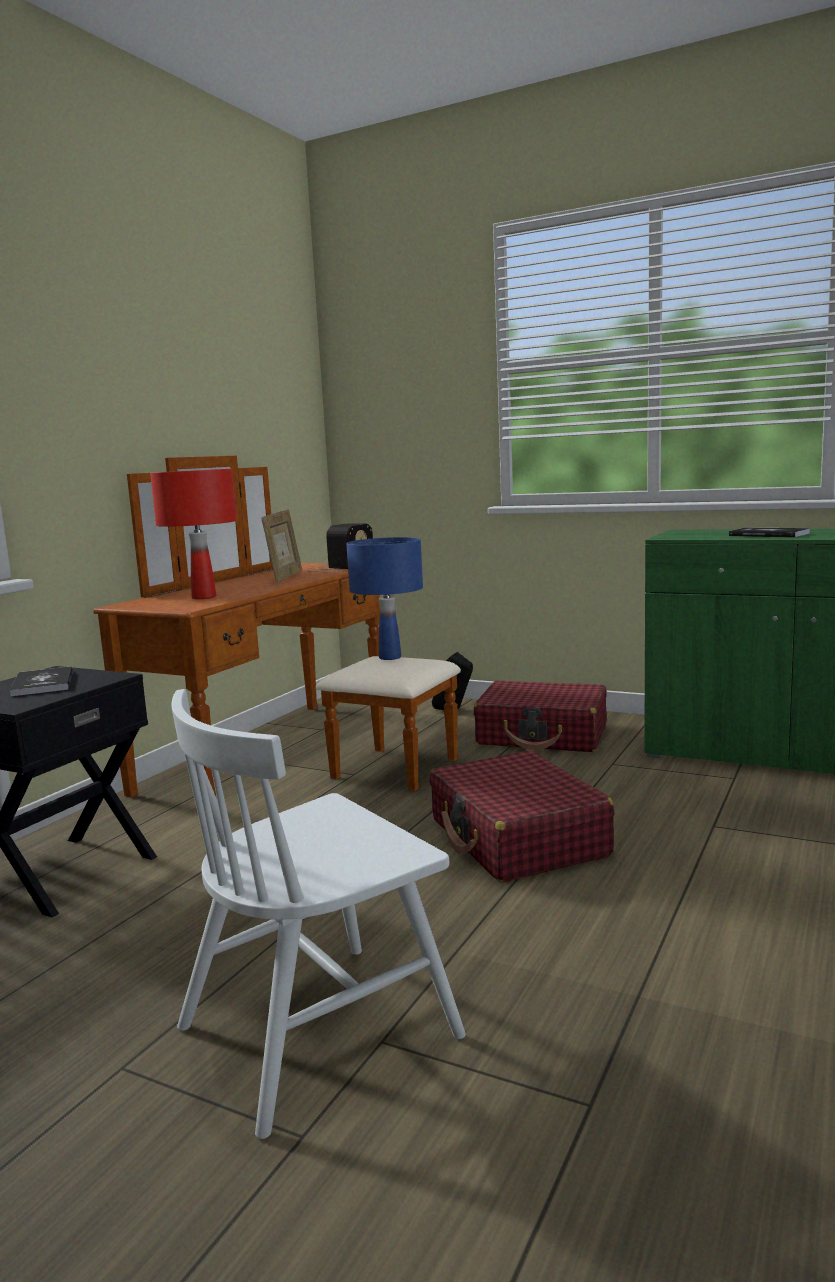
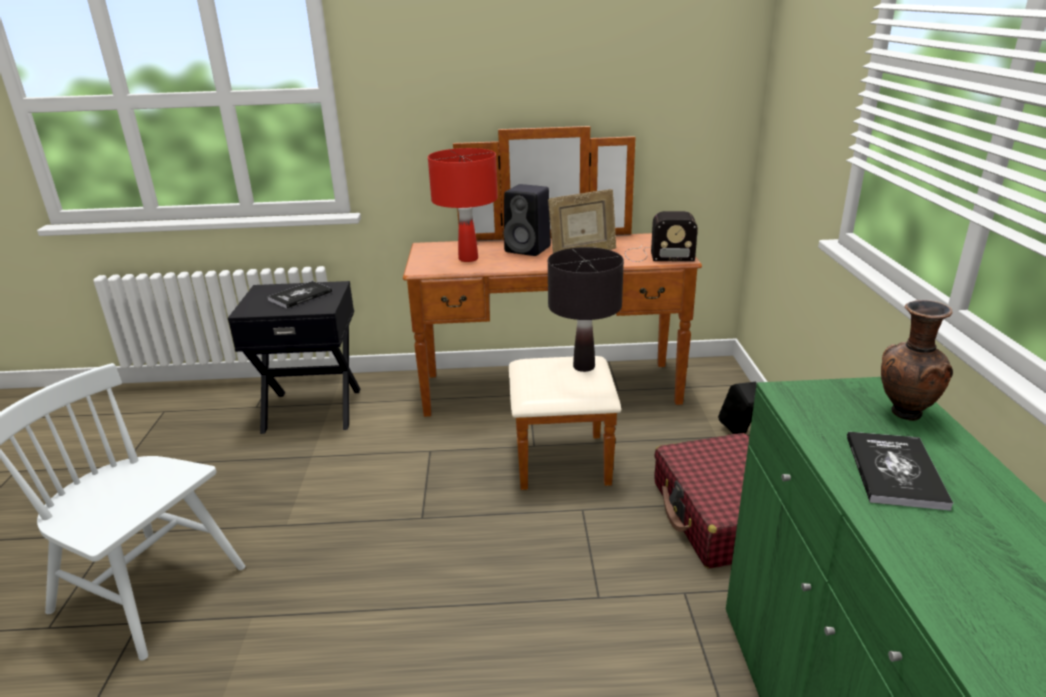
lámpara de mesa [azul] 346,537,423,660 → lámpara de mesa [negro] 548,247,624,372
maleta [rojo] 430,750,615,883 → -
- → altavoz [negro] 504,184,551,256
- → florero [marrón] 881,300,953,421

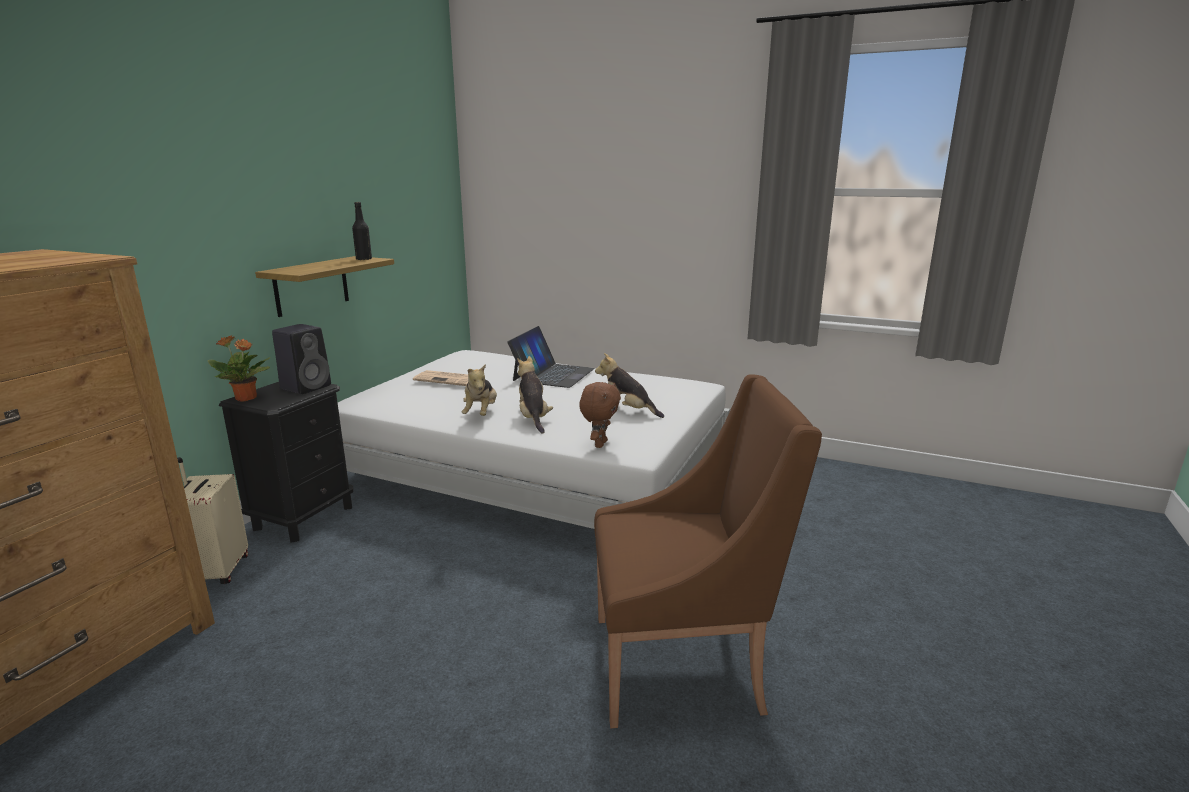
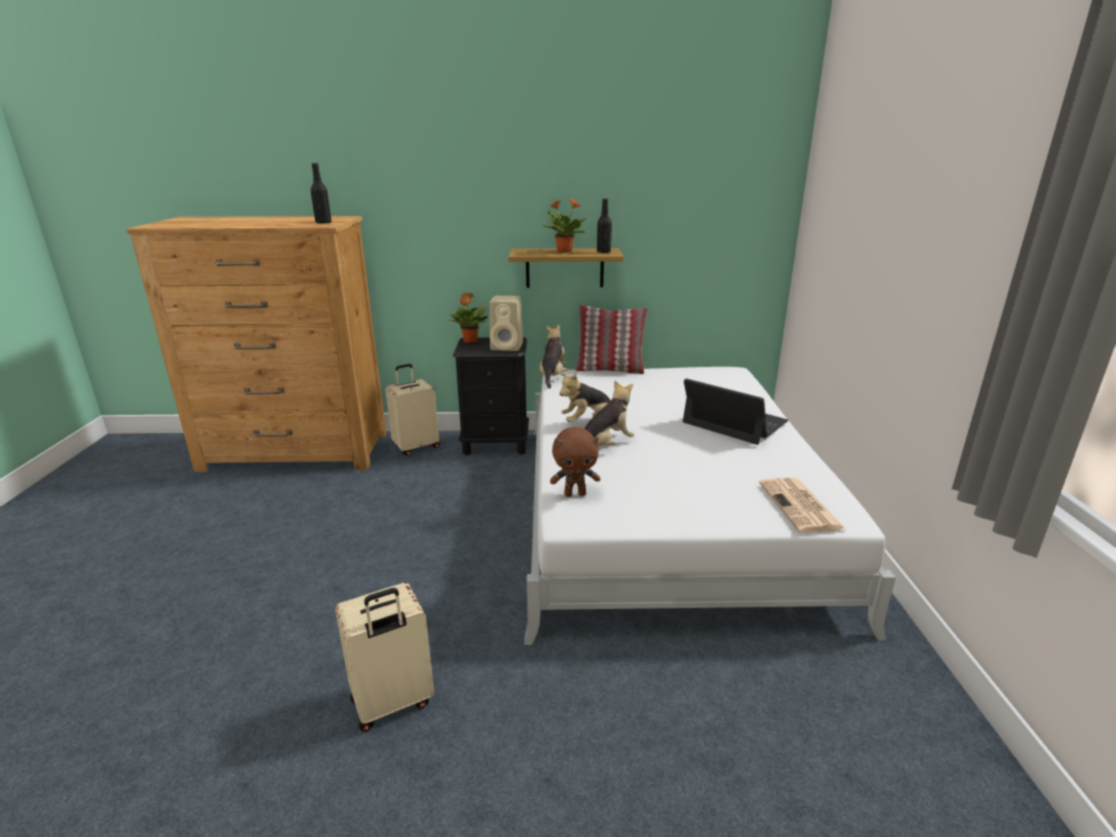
altavoz [negro] 272,324,331,394 → altavoz [beis] 489,296,523,351
periódico 413,370,468,386 → periódico 759,478,846,533, moved
portátil 508,326,595,388 → portátil 683,379,789,445, 135 degrees counterclockwise
sillón [marrón] 594,374,822,728 → maleta [beis] 335,582,434,732
peluche 595,353,664,418 → peluche 539,325,568,389, moved
- → botella [negro] 311,163,332,224
- → planta en maceta 542,199,587,253
- → cojín 575,305,647,374

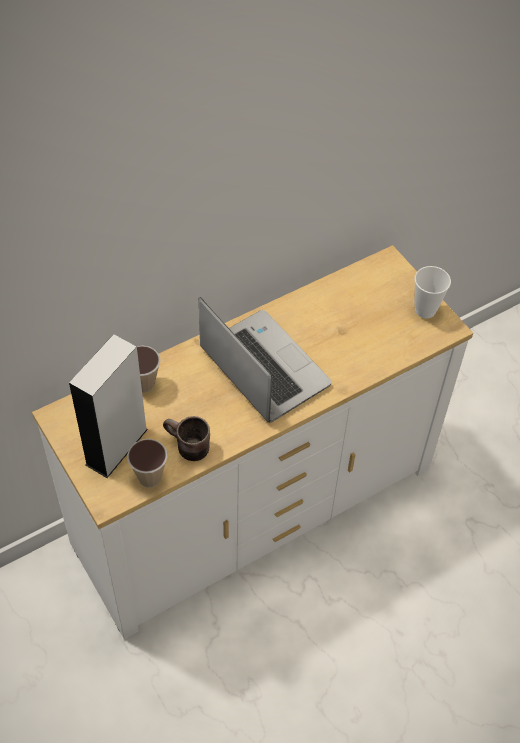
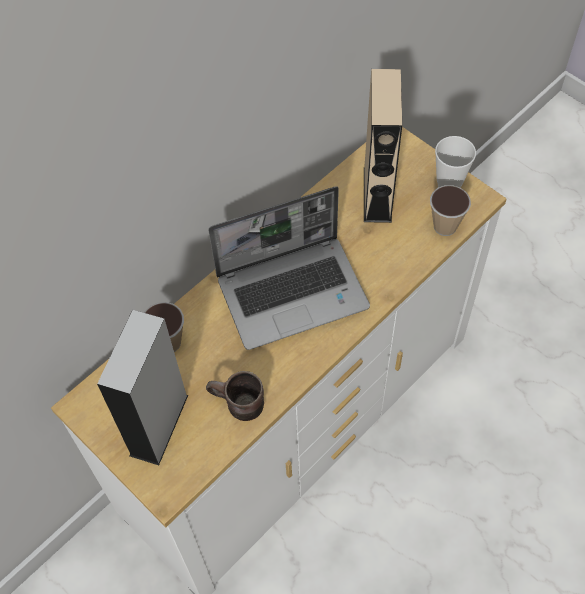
taza 127,439,167,487 → taza 430,185,471,236, moved
portátil 199,297,332,423 → portátil 208,186,370,350, 120 degrees clockwise
- → altavoz [beis] 364,69,402,223

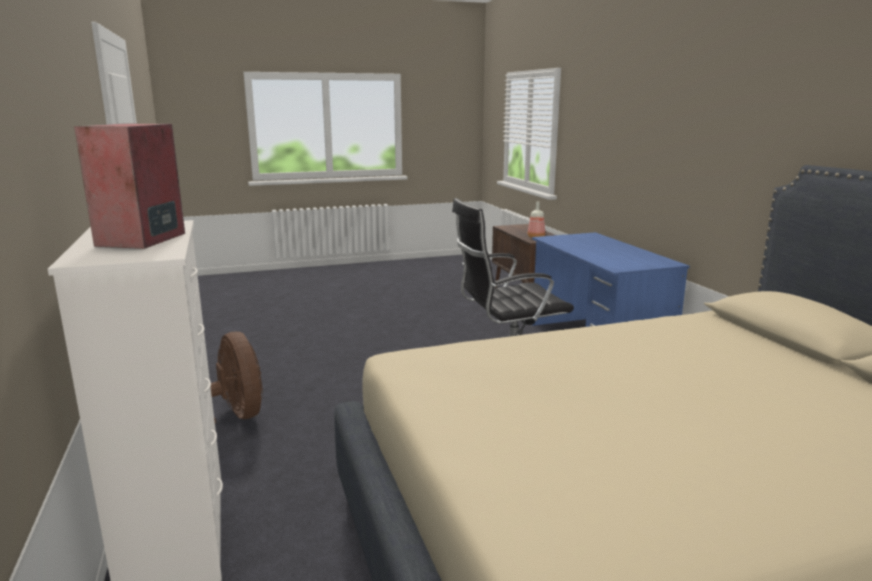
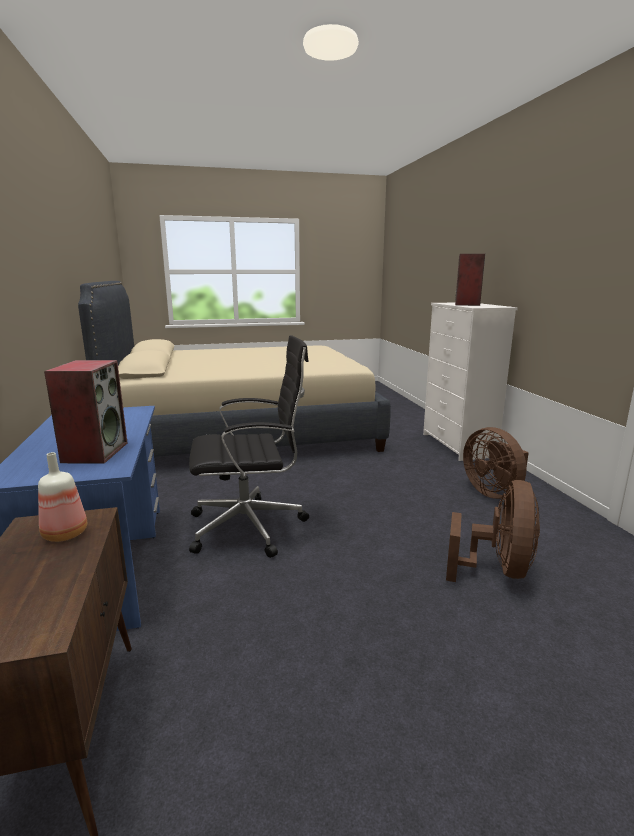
- → altavoz 44,360,128,464
- → ventilador [marrón] 446,480,540,582

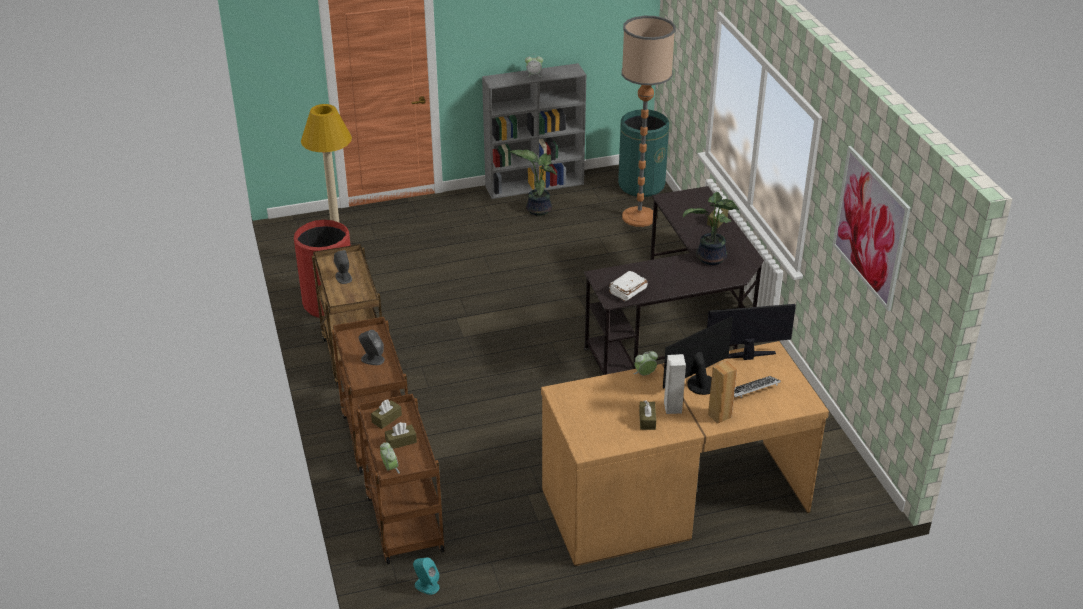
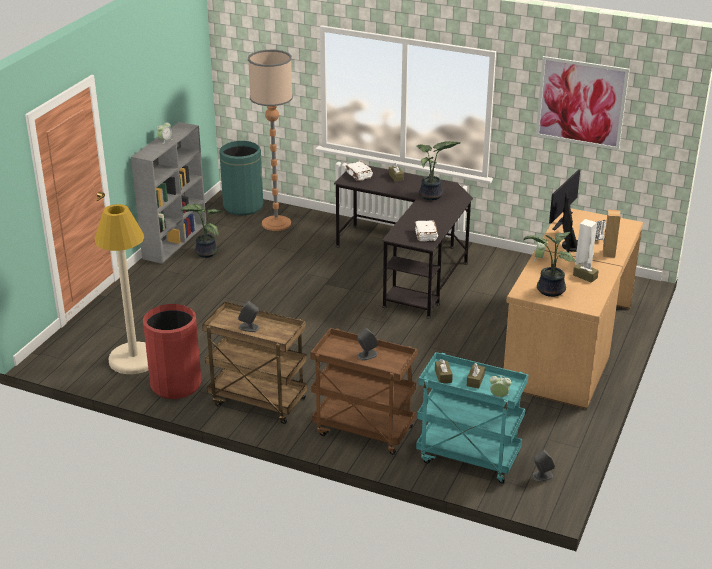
carrito [marrón] 357,394,445,564 → carrito [turquesa] 416,352,529,484
altavoz [turquesa] 413,557,440,595 → altavoz [gris] 532,449,555,482
- → libro [blanco] 346,161,373,181
- → planta en maceta 523,232,576,297

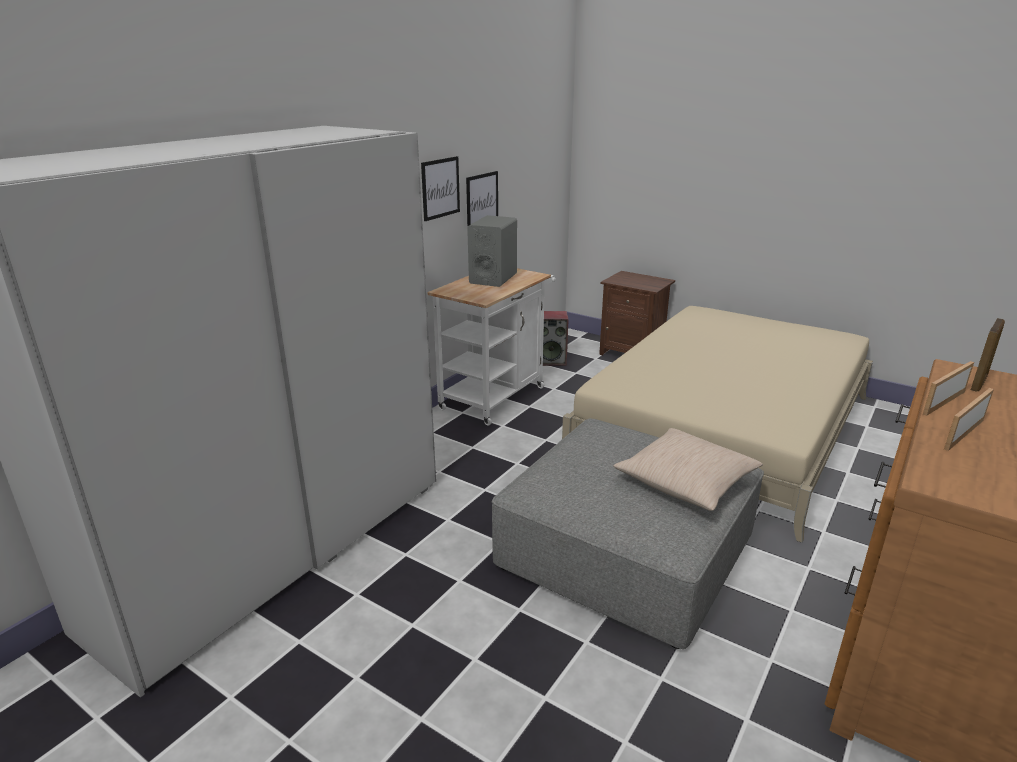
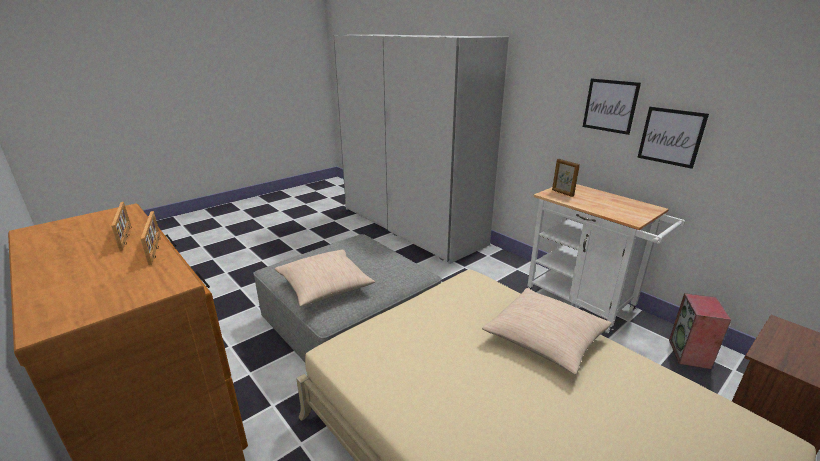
altavoz [gris] 467,215,517,287 → -
portarretratos 971,318,1005,392 → portarretratos 552,159,580,197, moved
- → cojín [beis] 482,288,612,375

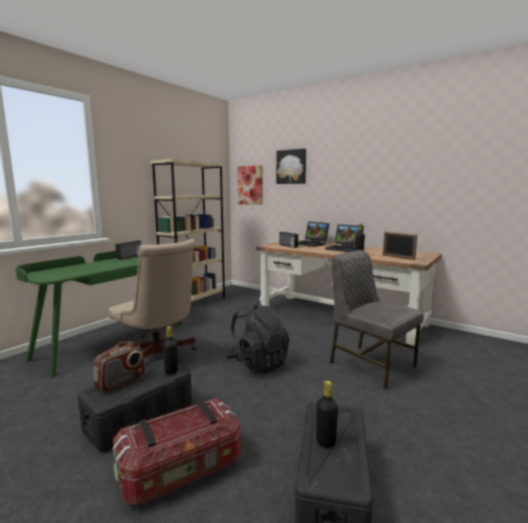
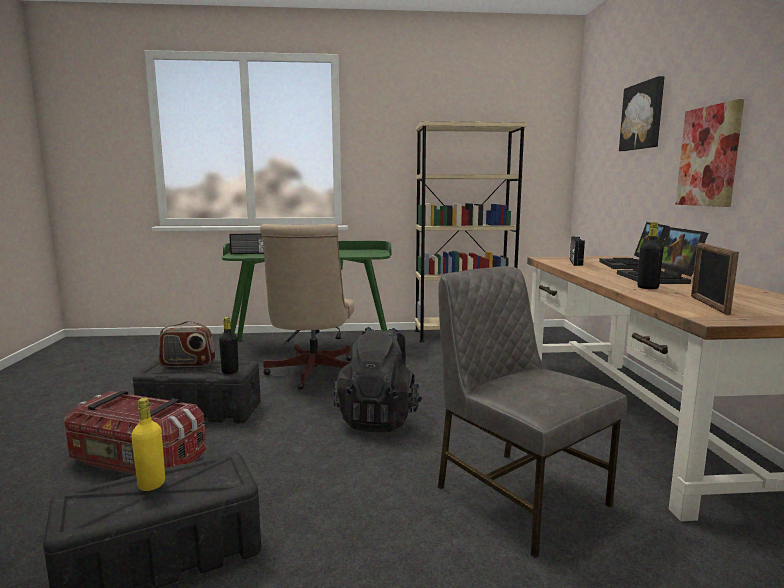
radio 115,241,141,260 → radio 230,233,264,254, moved
cuadro 237,165,263,205 → cuadro 676,99,744,207, moved
botella [negro] 316,381,338,448 → botella [amarillo] 131,398,165,491
silla [gris] 330,250,424,389 → silla [gris] 438,266,627,558, 45 degrees counterclockwise

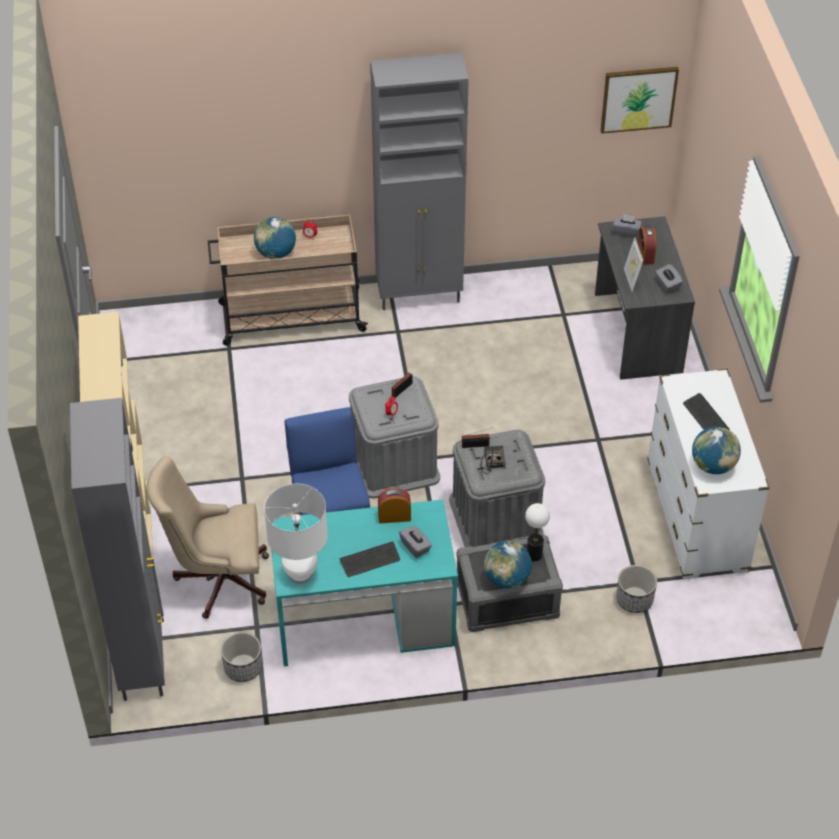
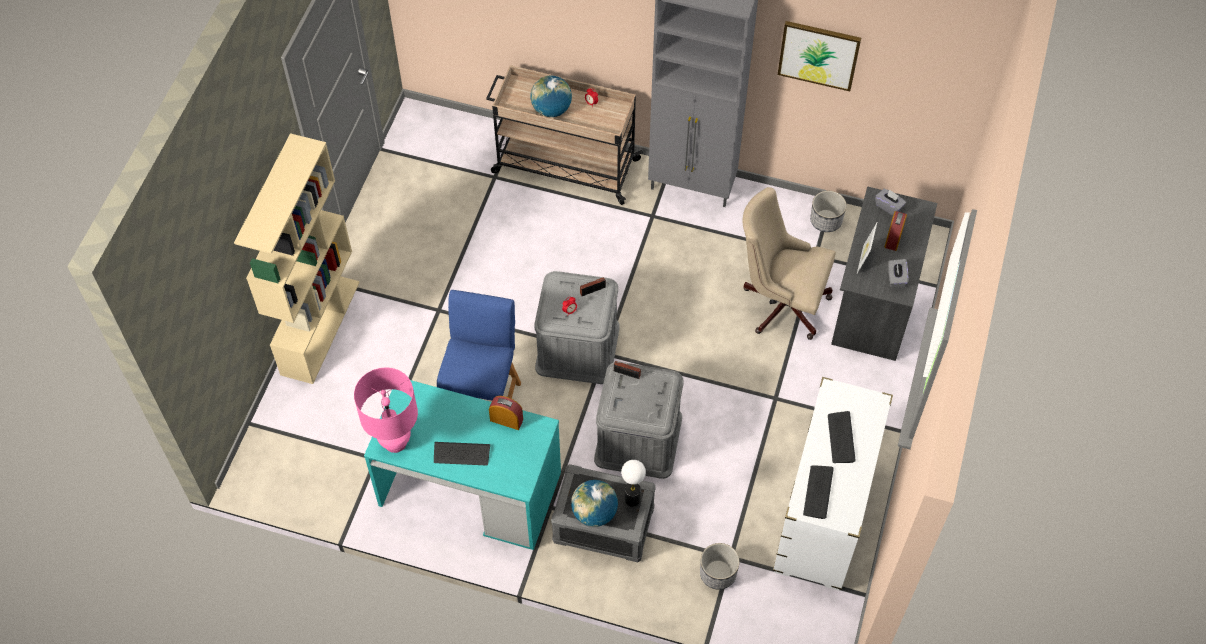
armario [gris] 70,398,165,701 → -
silla de oficina [beis] 146,457,269,619 → silla de oficina [beis] 743,187,836,340, moved
maceta 221,632,262,682 → maceta 810,191,847,232, moved
lámpara de mesa [blanco] 264,484,328,584 → lámpara de mesa [rosa] 354,367,418,453
caja de pañuelos [gris] 399,526,432,558 → -
radio 481,446,506,474 → -
cuadro 600,67,679,134 → cuadro 778,21,861,91, moved
globo terráqueo 692,426,741,474 → teclado 803,465,834,519

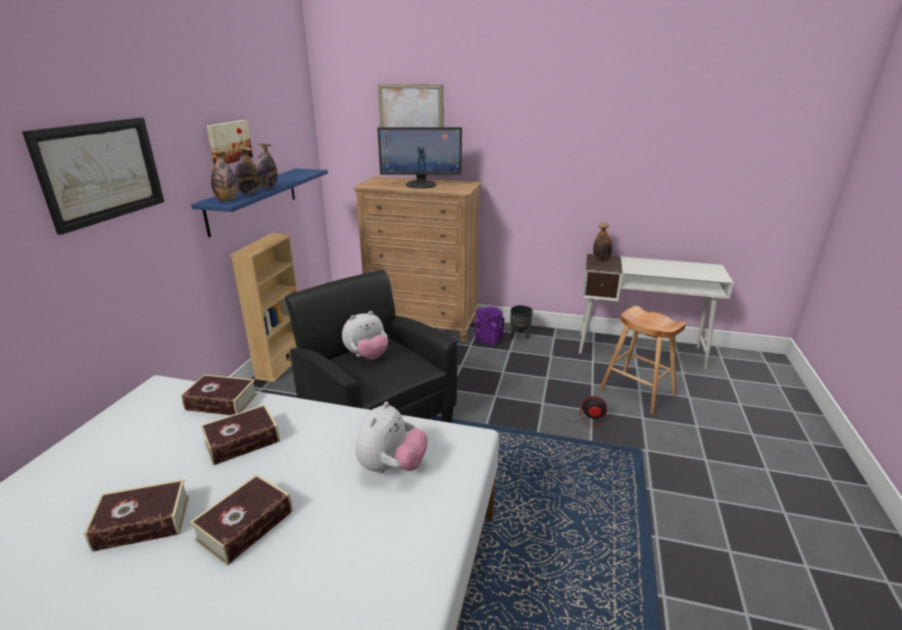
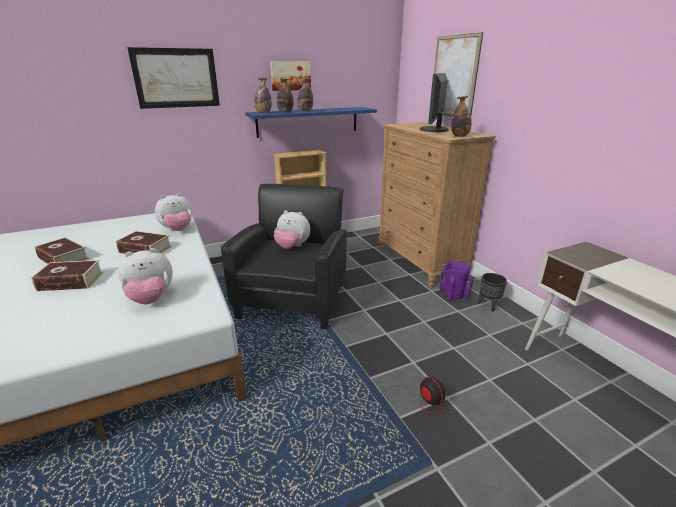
libro 181,374,258,415 → peluche 155,193,192,231
monitor 377,127,462,189 → monitor 420,73,448,132, 60 degrees clockwise
botella 593,223,613,261 → botella 451,96,472,137, moved
taburete [marrón] 599,306,686,415 → -

